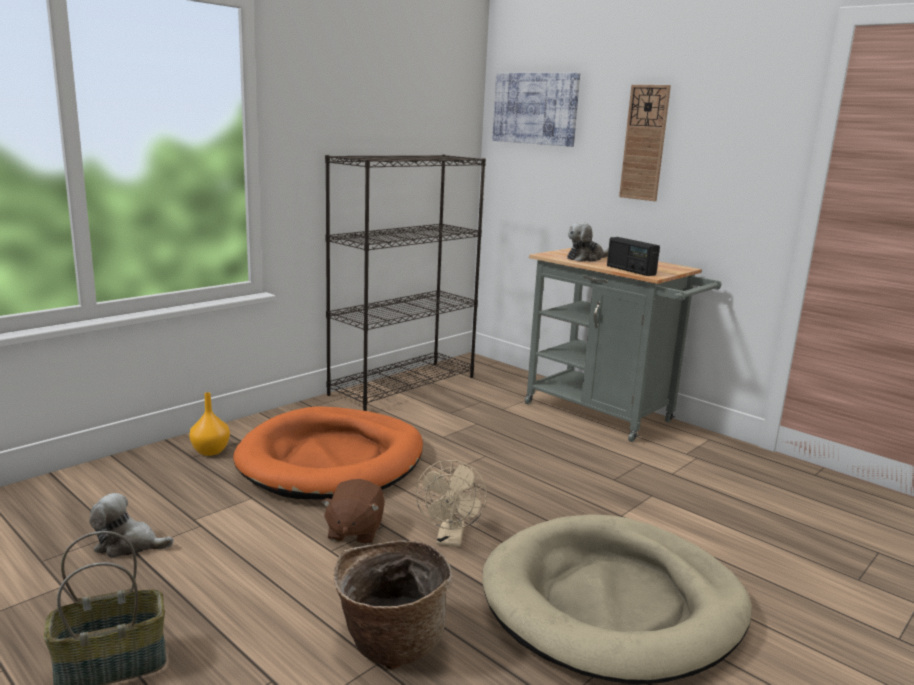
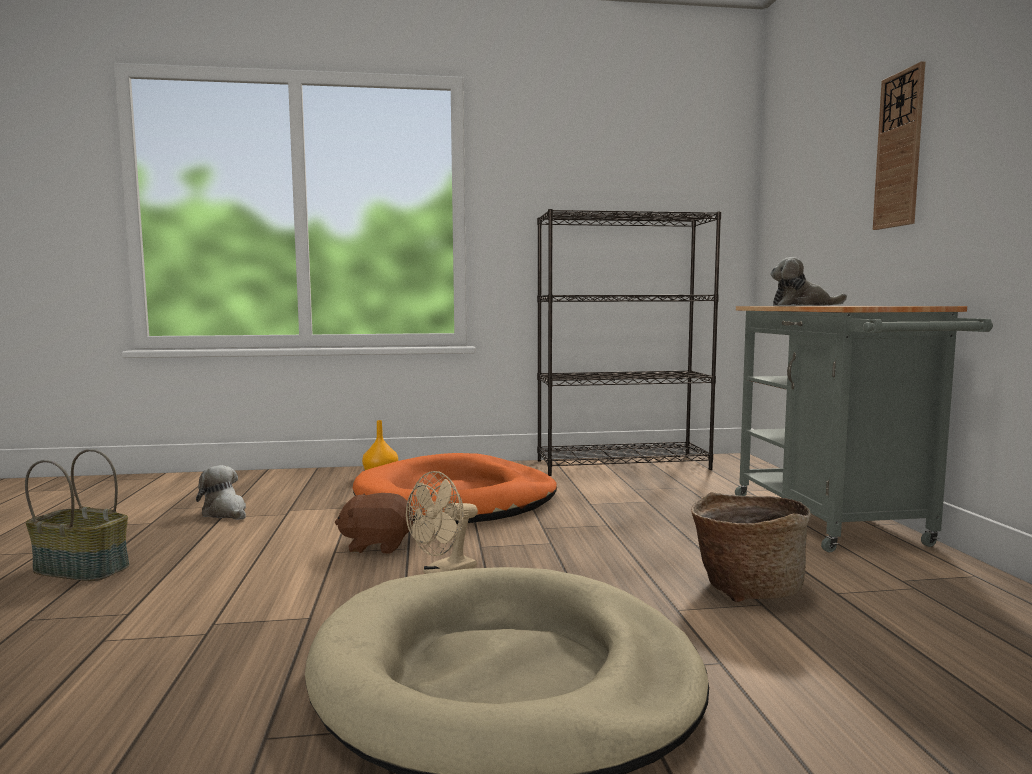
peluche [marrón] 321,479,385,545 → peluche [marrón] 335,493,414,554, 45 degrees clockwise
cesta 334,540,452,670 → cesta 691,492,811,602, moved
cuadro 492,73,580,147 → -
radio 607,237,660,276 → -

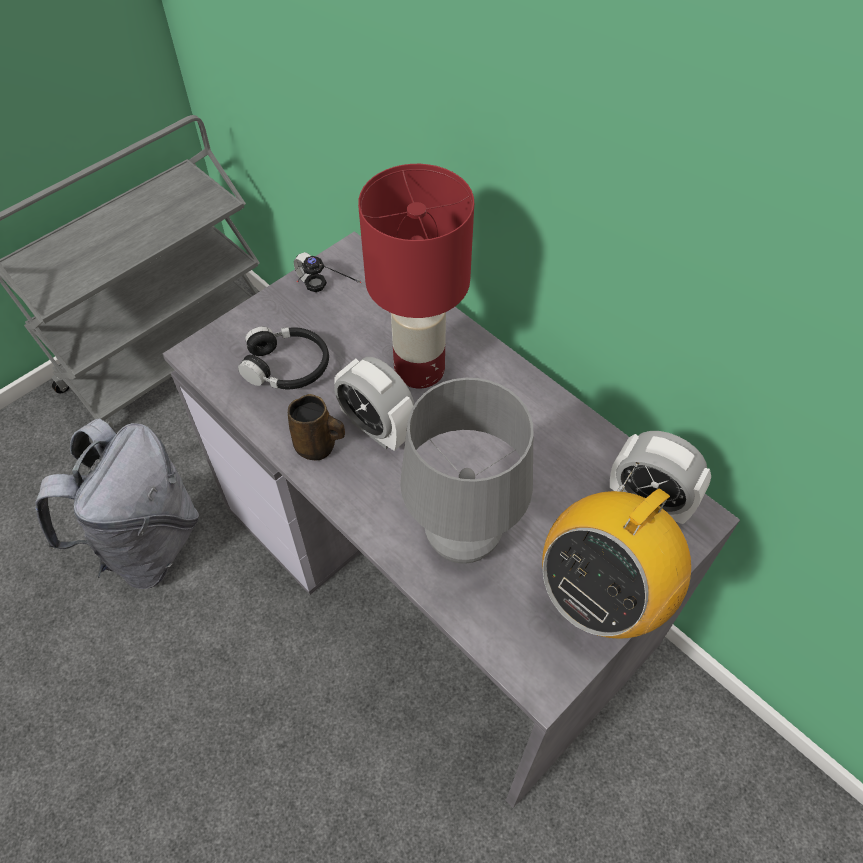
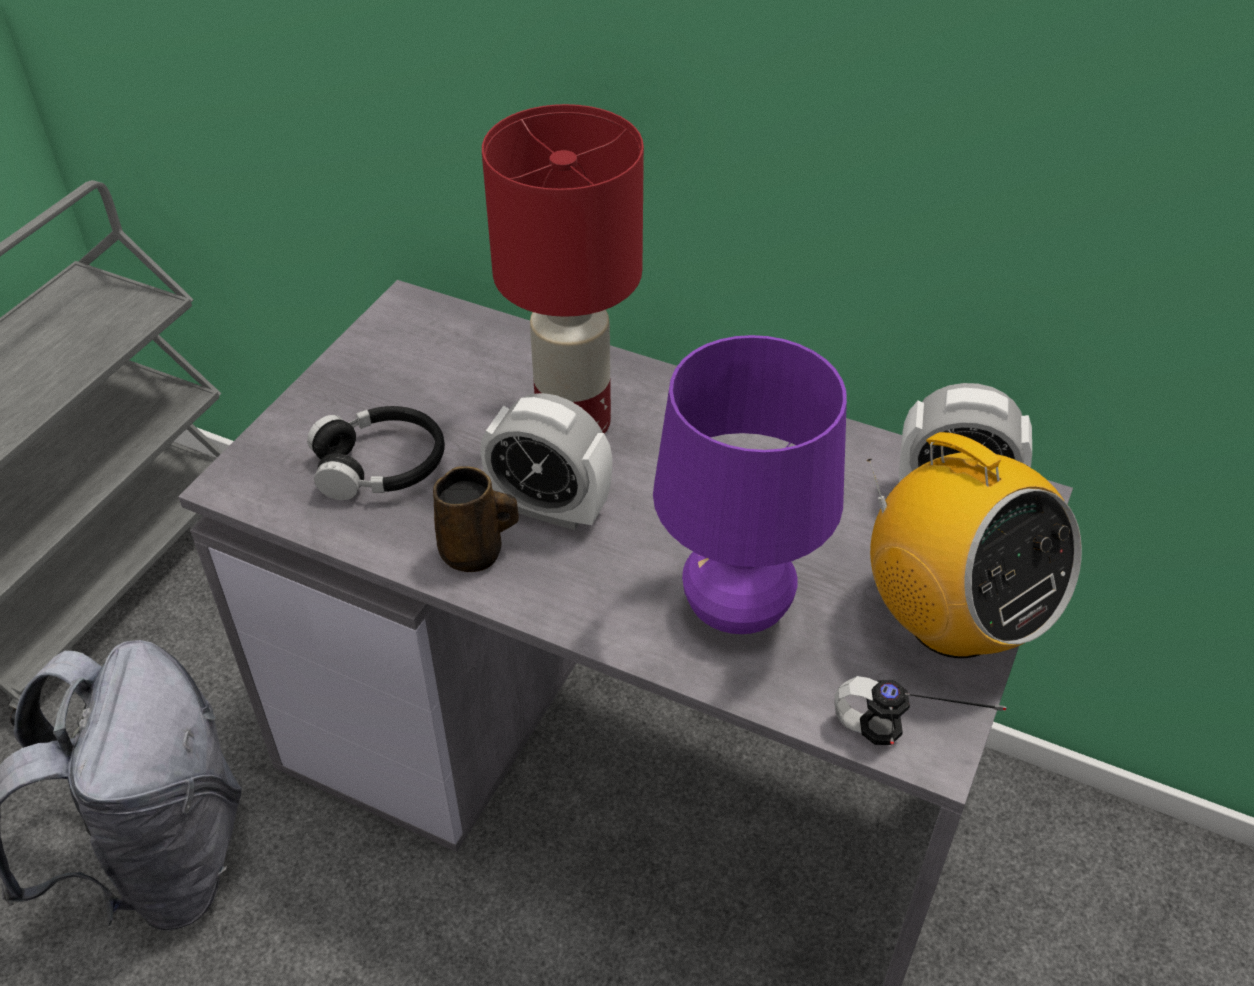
auriculares 294,252,362,292 → auriculares 835,676,1007,745, moved
lámpara de mesa [gris] 400,378,533,564 → lámpara de mesa [morado] 653,335,847,634
radio 542,462,691,639 → radio 867,432,1082,658, 60 degrees counterclockwise

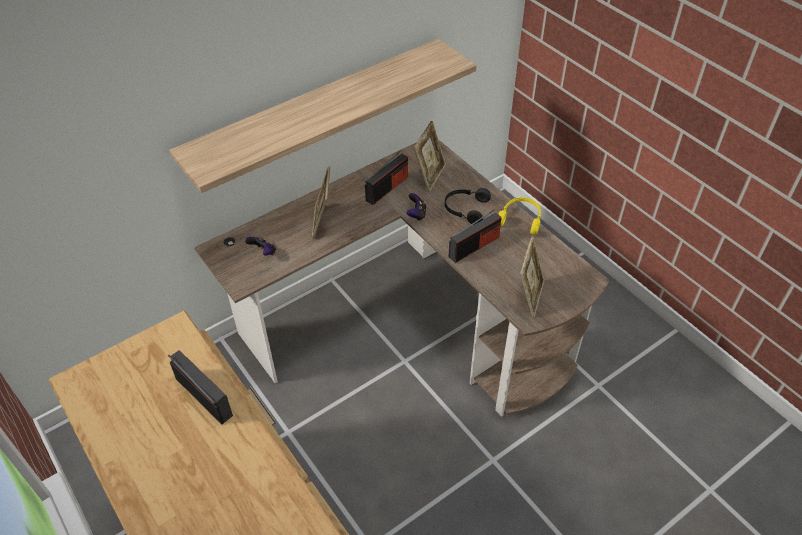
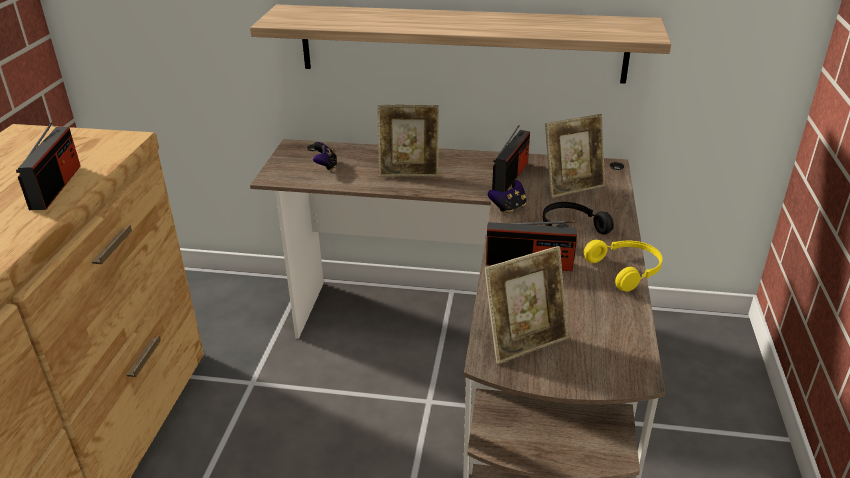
portarretratos 311,166,330,239 → portarretratos 378,105,439,177, 135 degrees counterclockwise
radio 365,150,408,205 → radio 492,125,530,192, 60 degrees counterclockwise

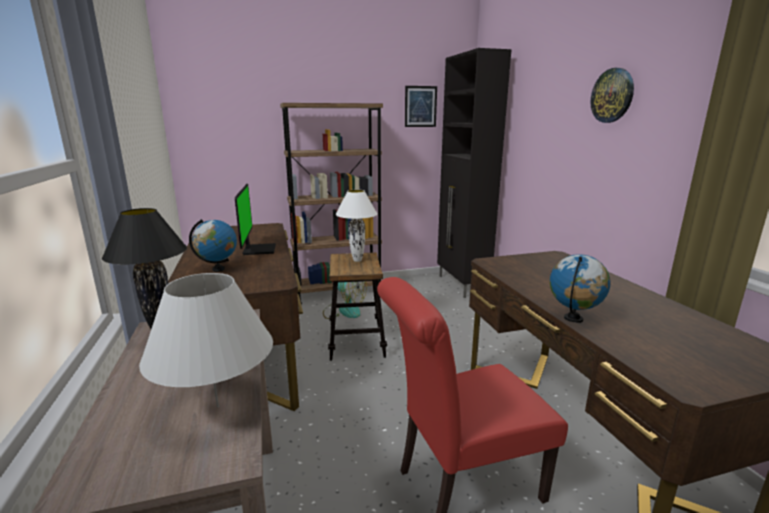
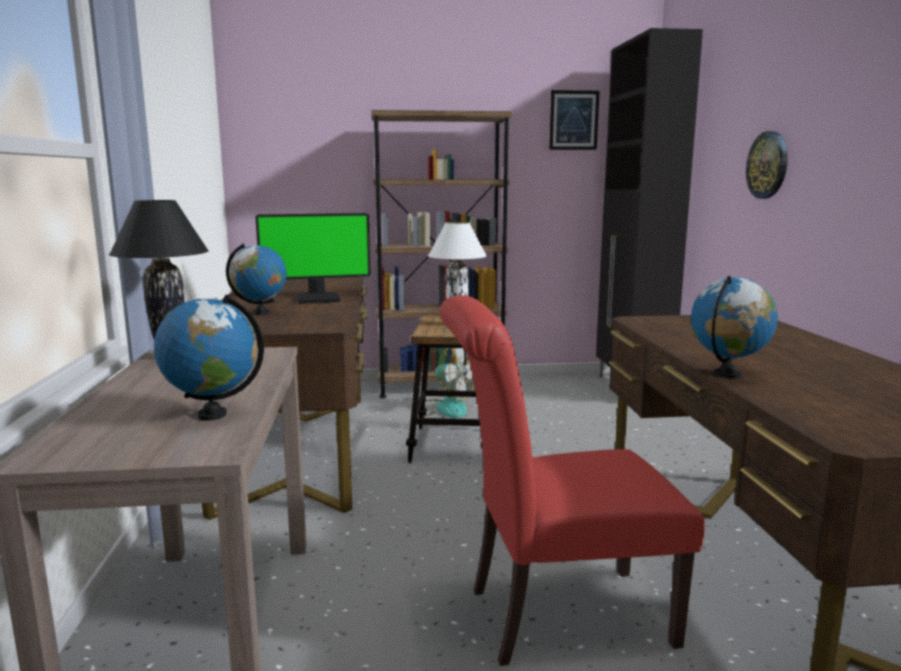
lámpara de mesa [blanco] 139,273,273,407 → globo terráqueo 154,294,264,421
monitor 235,184,276,255 → monitor 255,213,370,304, 75 degrees clockwise
reloj de pared 590,68,634,123 → reloj de pared 746,131,788,199, moved

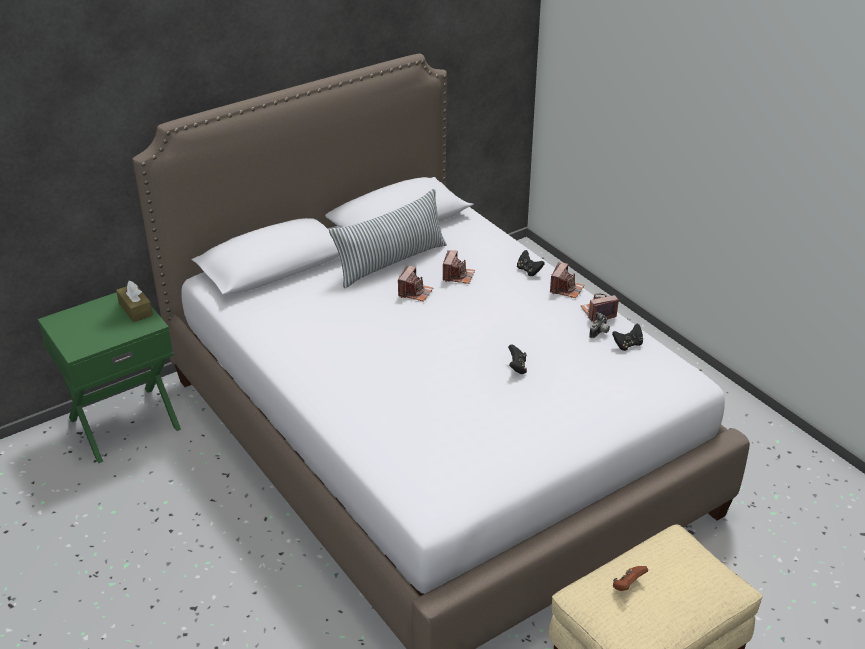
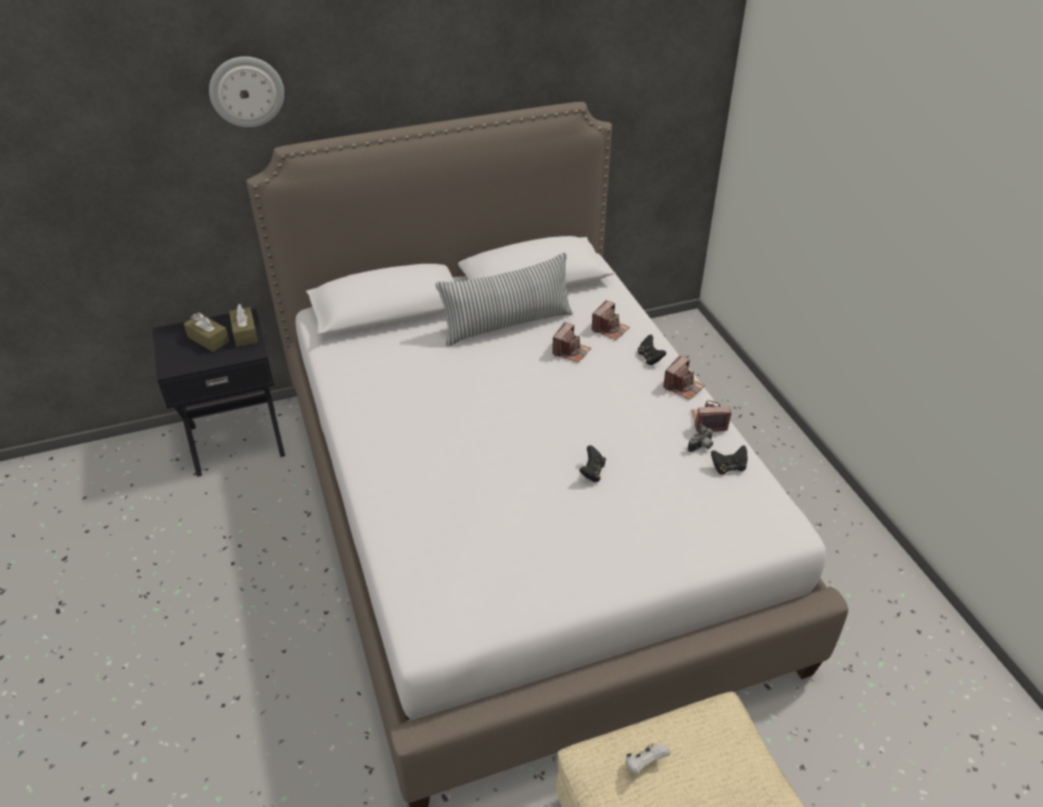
mesita de noche [verde] 38,292,181,463 → mesita de noche [negro] 153,308,285,477
cámara 398,266,433,302 → cámara 592,300,630,340, moved
mando de consola [marrón] 613,566,648,591 → mando de consola [blanco] 625,743,670,774
- → caja de pañuelos [marrón] 184,312,230,352
- → reloj de pared 209,56,284,127

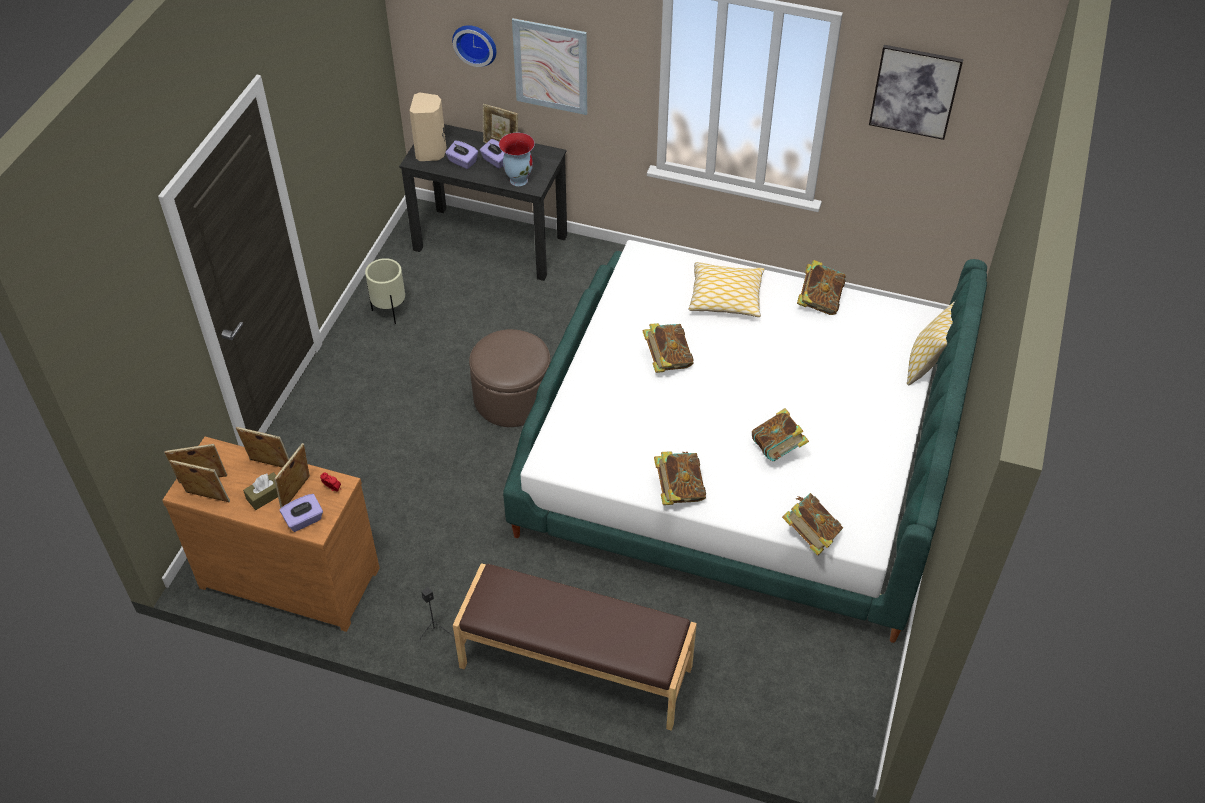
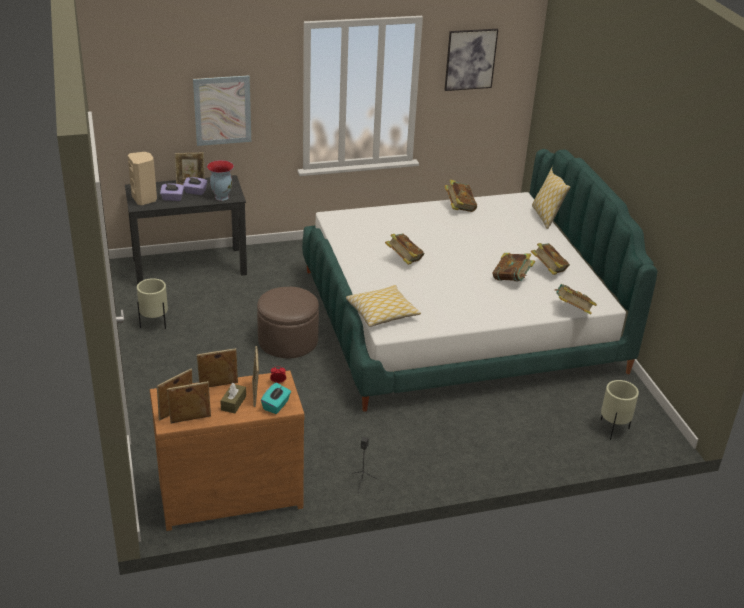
caja de pañuelos [morado] 280,494,323,532 → caja de pañuelos [turquesa] 261,383,291,414
reloj de pared 452,25,496,67 → -
banco [marrón] 453,563,697,731 → -
libro 654,451,706,505 → libro 531,243,570,275, moved
cojín 689,262,764,317 → cojín 346,285,421,327, moved
- → maceta [beis] 601,380,639,440

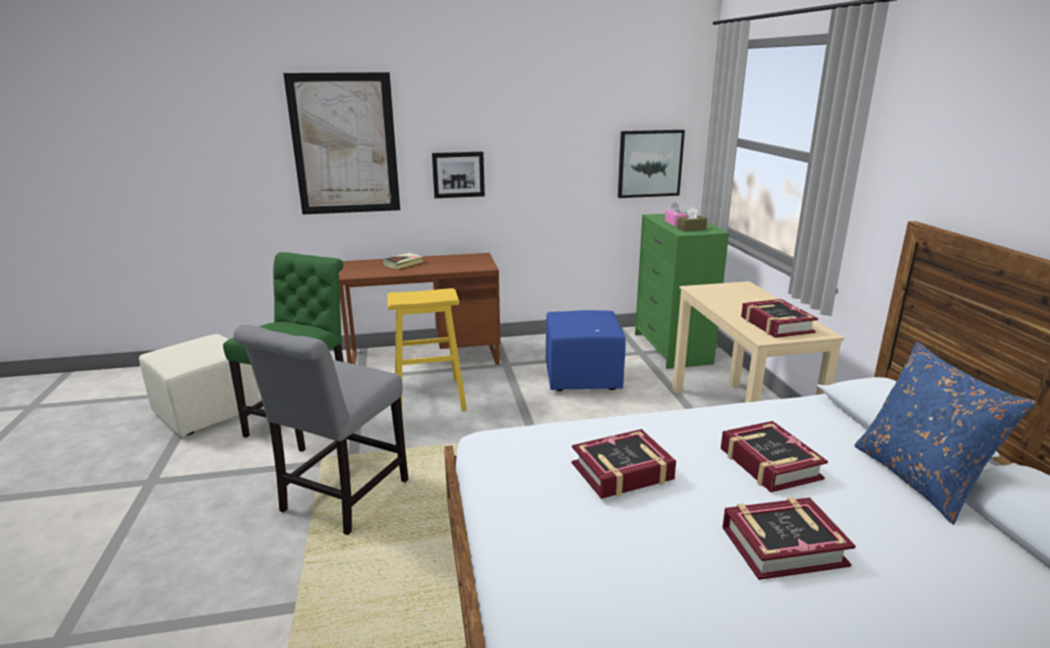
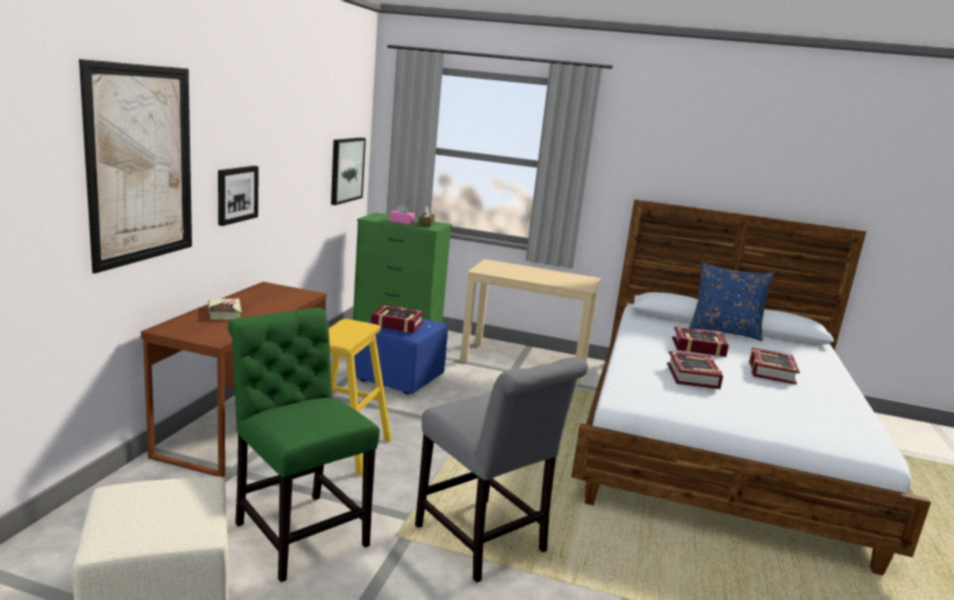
libro 741,299,818,338 → libro 371,305,425,333, moved

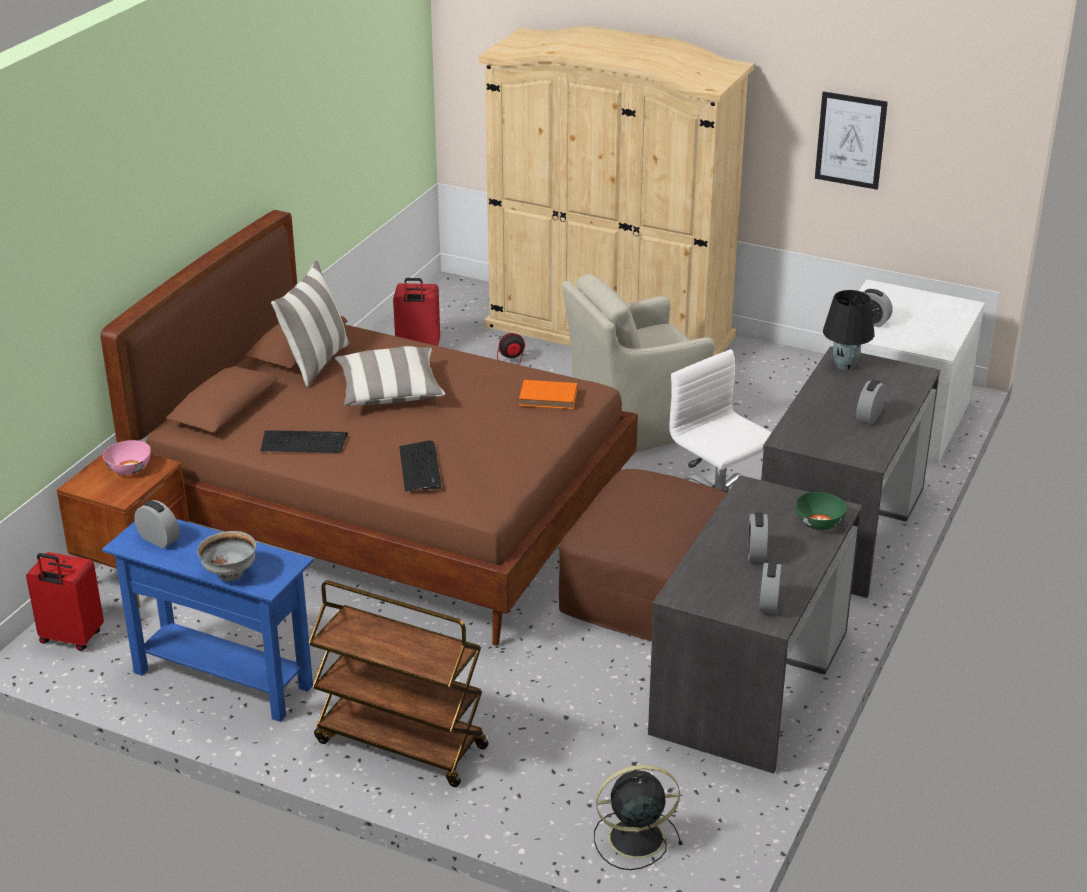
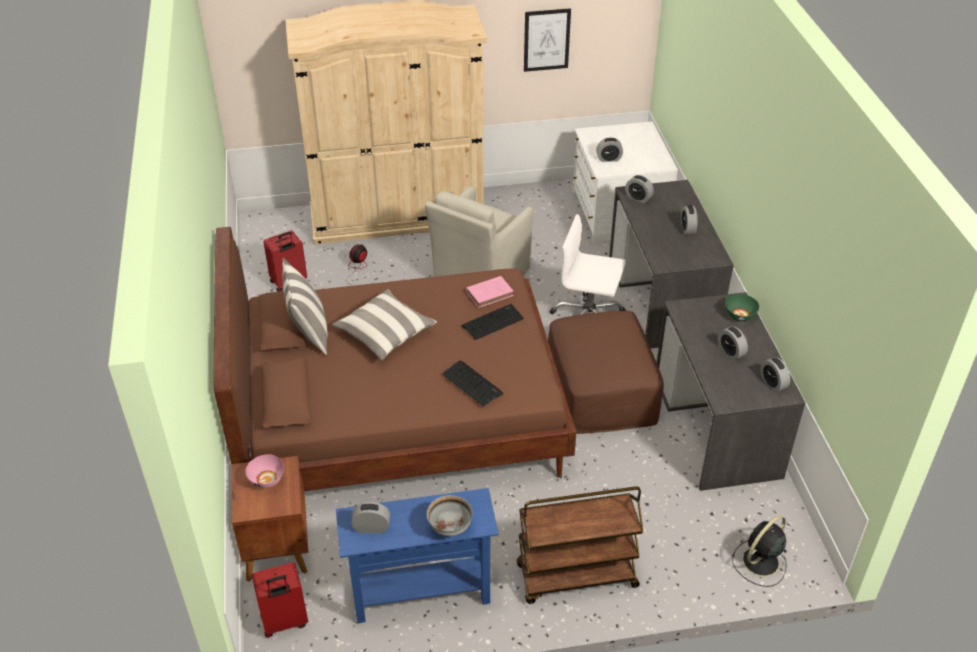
teclado 260,430,348,453 → teclado 461,304,524,340, moved
libro [naranja] 519,380,577,409 → libro [rosa] 466,276,514,308
lámpara de mesa [negro] 823,290,874,370 → despertador 625,175,654,203

